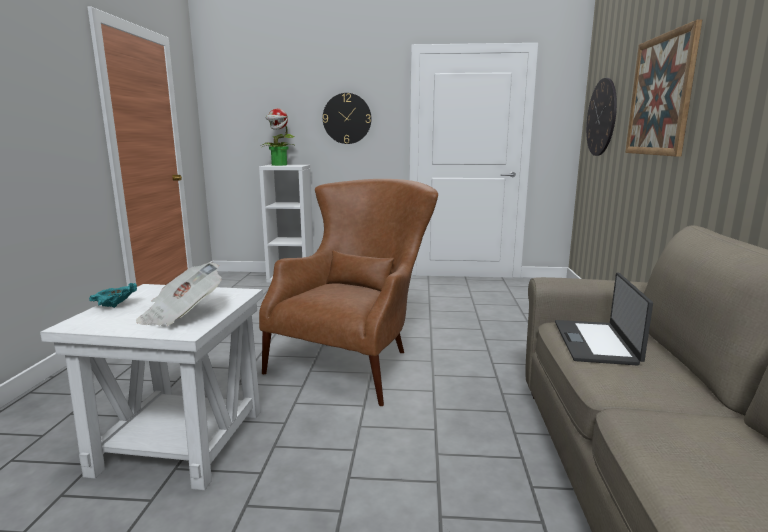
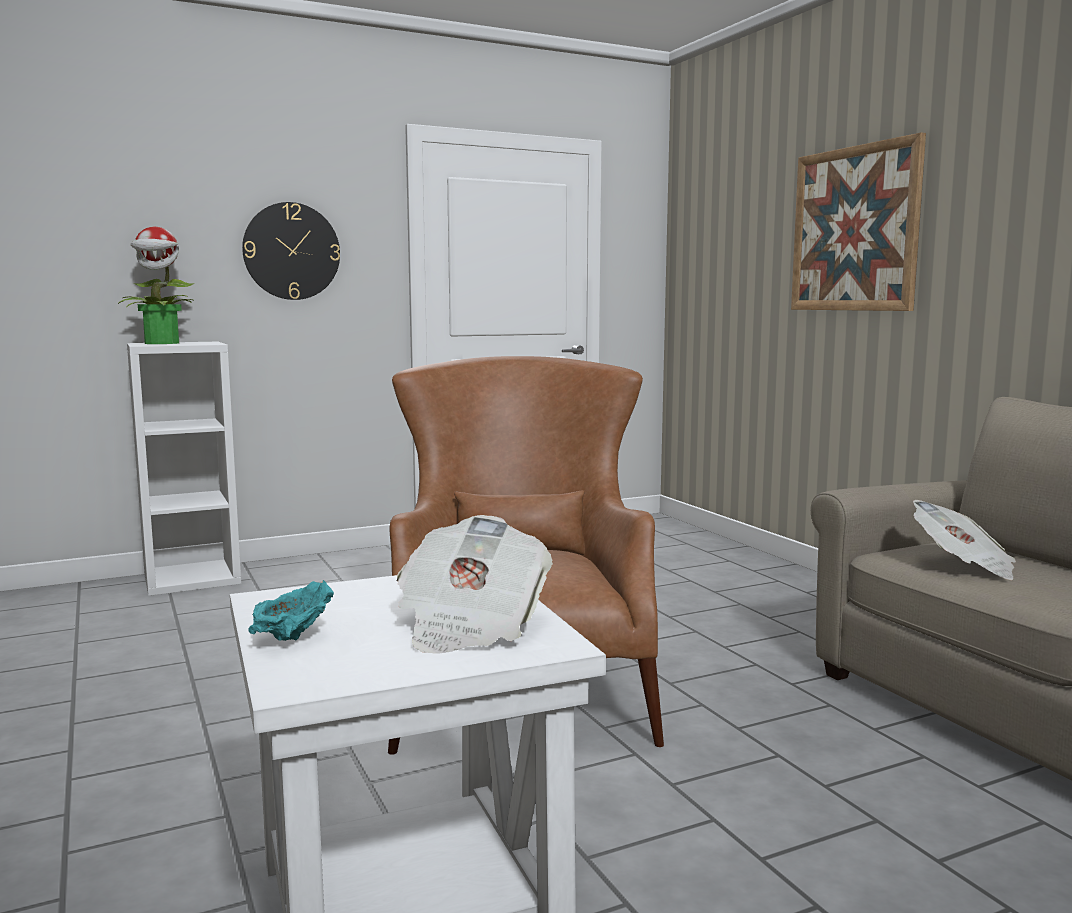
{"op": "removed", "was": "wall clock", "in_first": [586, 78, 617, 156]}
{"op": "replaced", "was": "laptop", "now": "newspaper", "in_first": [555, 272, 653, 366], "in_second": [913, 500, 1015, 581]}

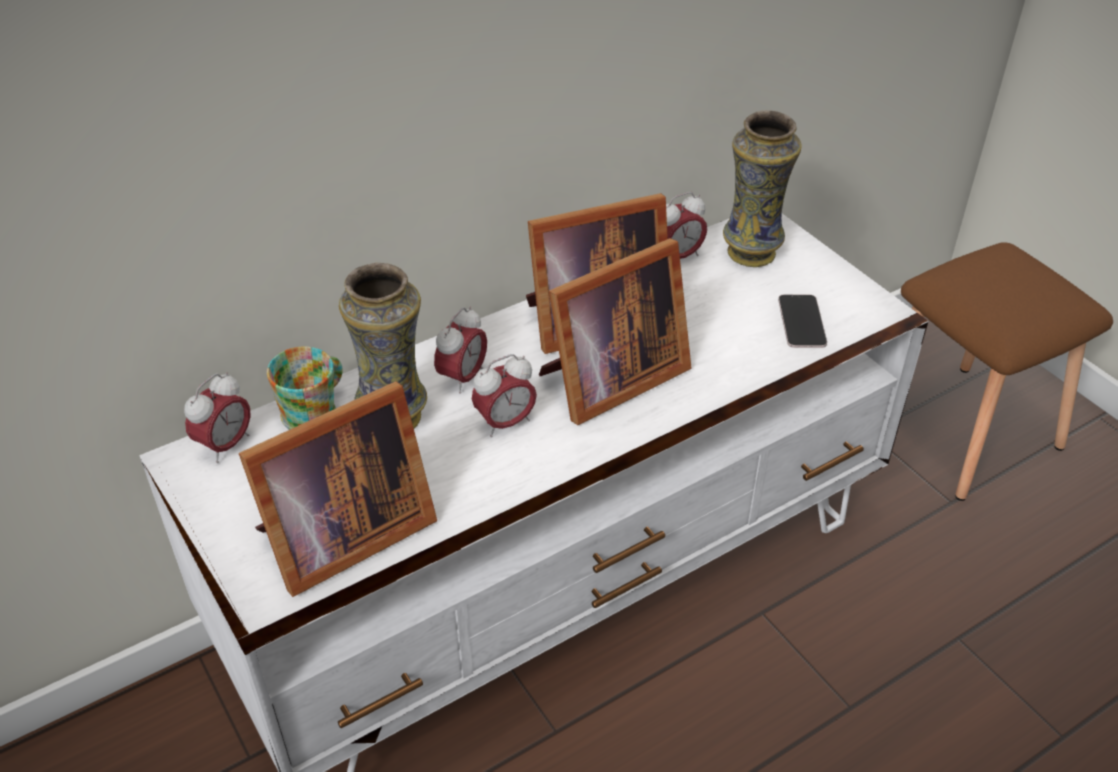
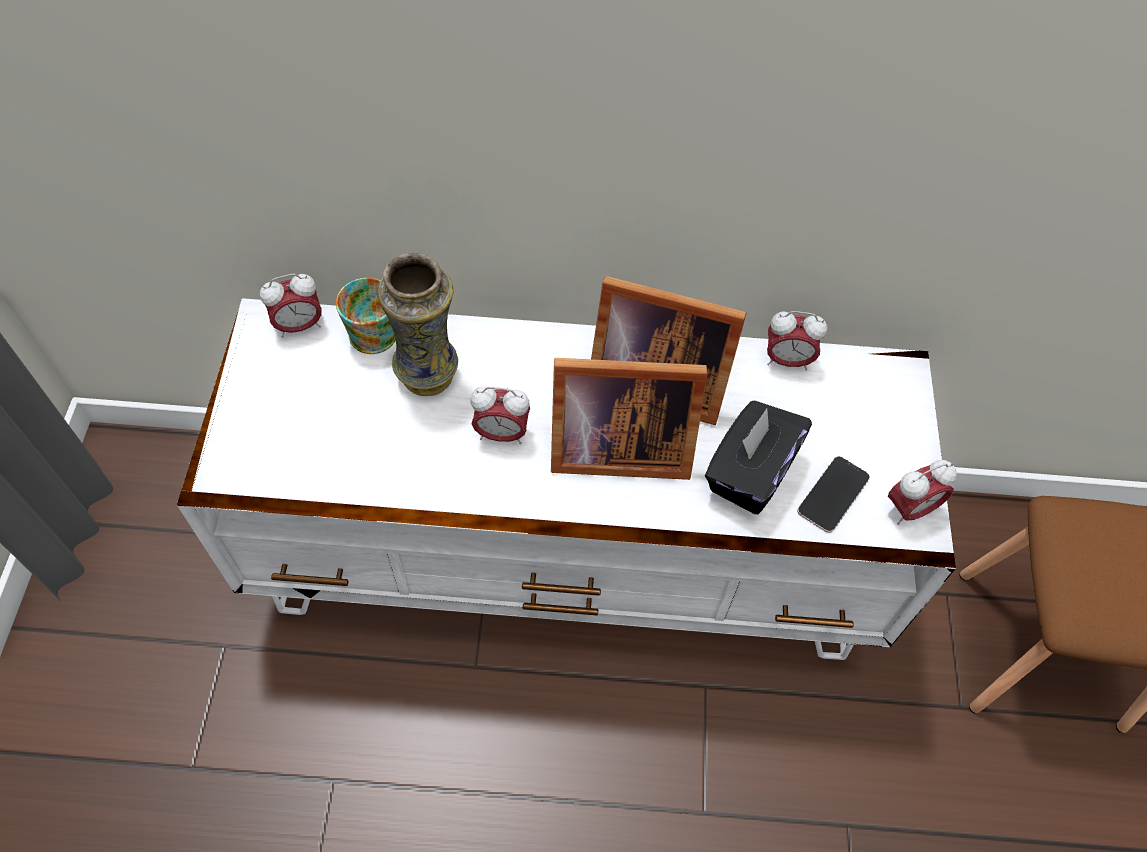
{"op": "removed", "was": "vase", "in_first": [723, 110, 802, 267]}
{"op": "moved", "was": "alarm clock", "in_first": [434, 307, 487, 394], "in_second": [888, 460, 957, 525]}
{"op": "removed", "was": "picture frame", "in_first": [239, 381, 437, 597]}
{"op": "added", "now": "tissue box (black)", "in_second": [705, 400, 812, 514]}

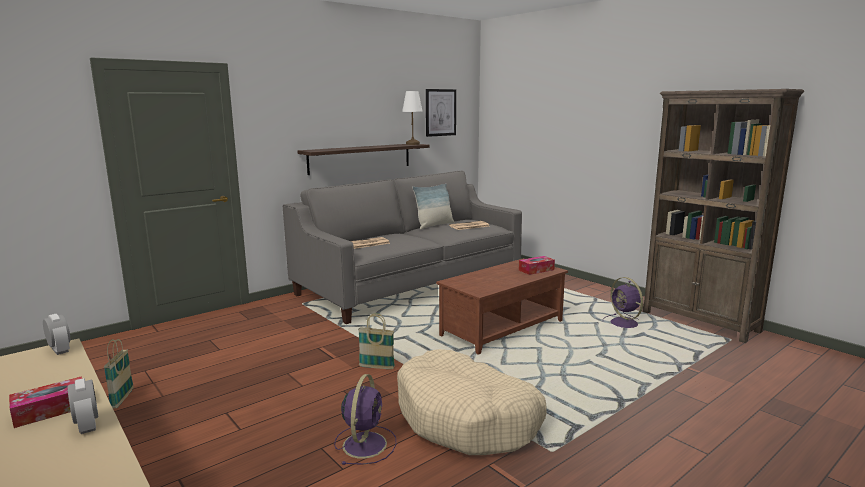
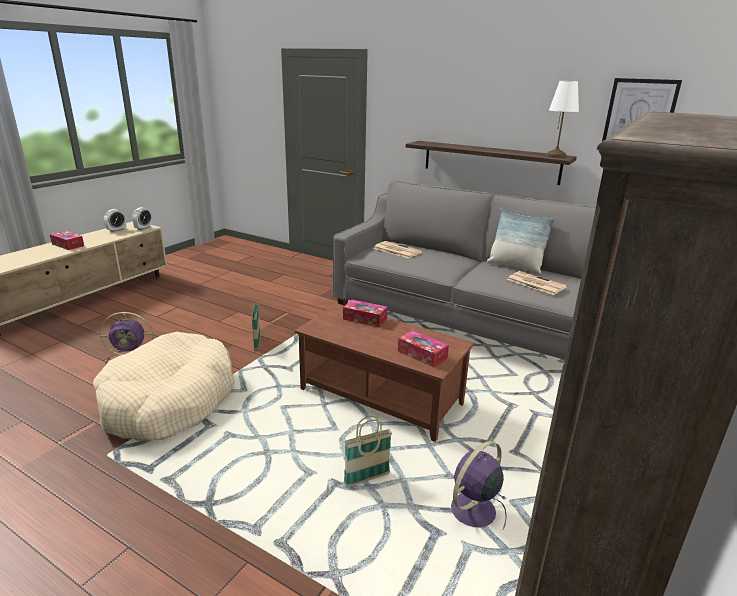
{"op": "moved", "was": "basket", "in_first": [104, 339, 134, 408], "in_second": [343, 416, 392, 488]}
{"op": "moved", "was": "alarm clock", "in_first": [68, 378, 98, 434], "in_second": [104, 209, 126, 232]}
{"op": "added", "now": "tissue box", "in_second": [343, 300, 388, 327]}

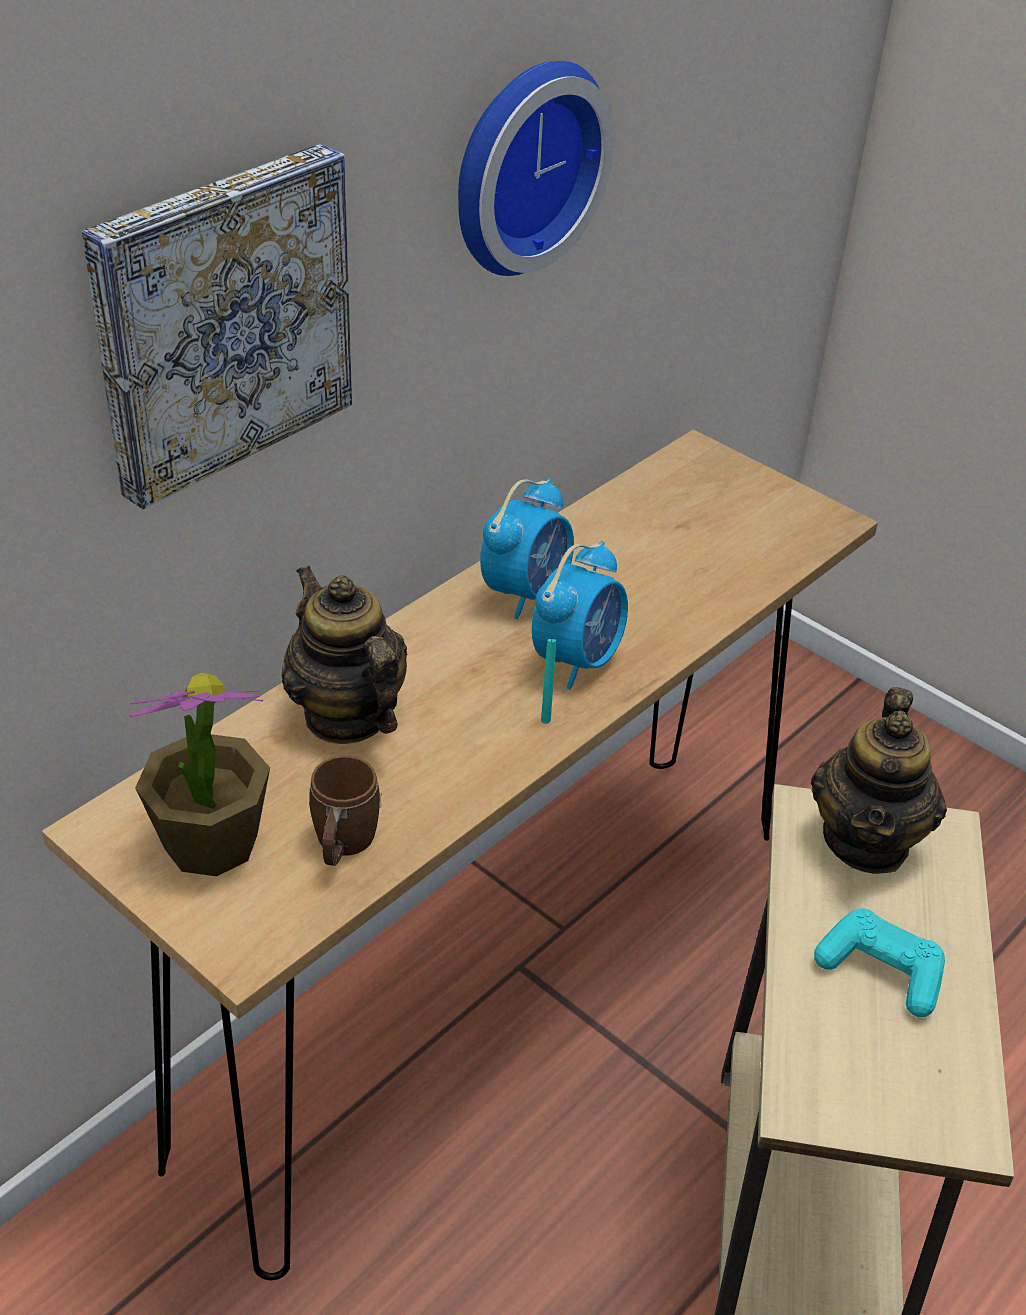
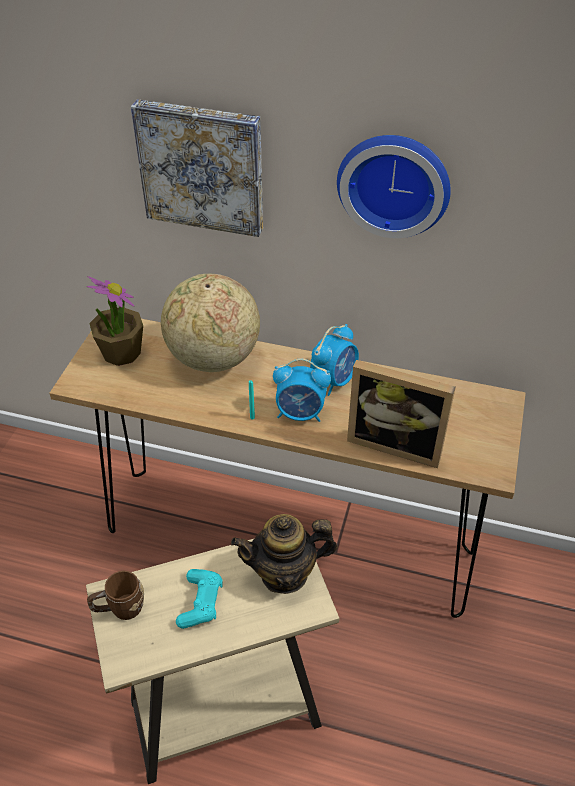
{"op": "turned", "was": "alarm clock", "in_first": [480, 478, 574, 620], "in_second": [310, 324, 359, 396], "clockwise": -60}
{"op": "replaced", "was": "teapot", "now": "globe", "in_first": [282, 565, 407, 744], "in_second": [161, 274, 260, 372]}
{"op": "moved", "was": "mug (brown)", "in_first": [309, 755, 382, 866], "in_second": [87, 571, 144, 620]}
{"op": "added", "now": "picture frame", "in_second": [347, 360, 456, 468]}

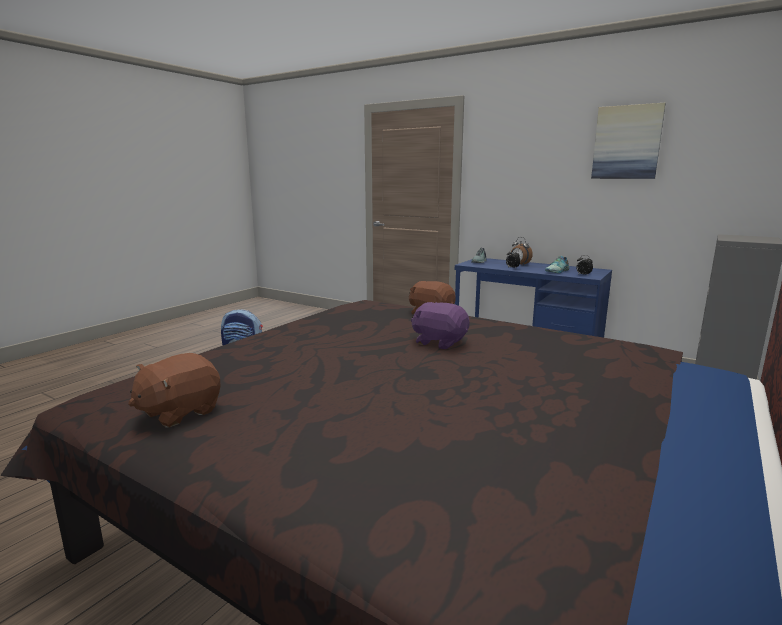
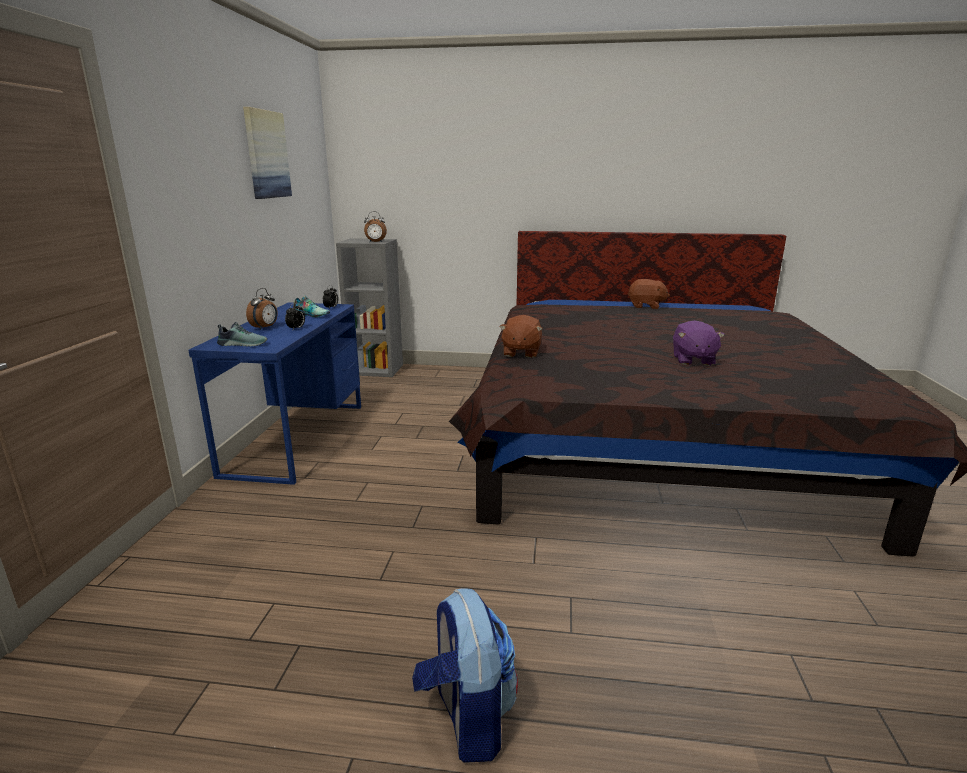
{"op": "moved", "was": "plush toy (purple)", "in_first": [411, 302, 470, 349], "in_second": [673, 320, 725, 366]}
{"op": "moved", "was": "plush toy (brown)", "in_first": [128, 353, 221, 427], "in_second": [628, 279, 670, 309]}
{"op": "added", "now": "alarm clock", "in_second": [364, 211, 387, 242]}

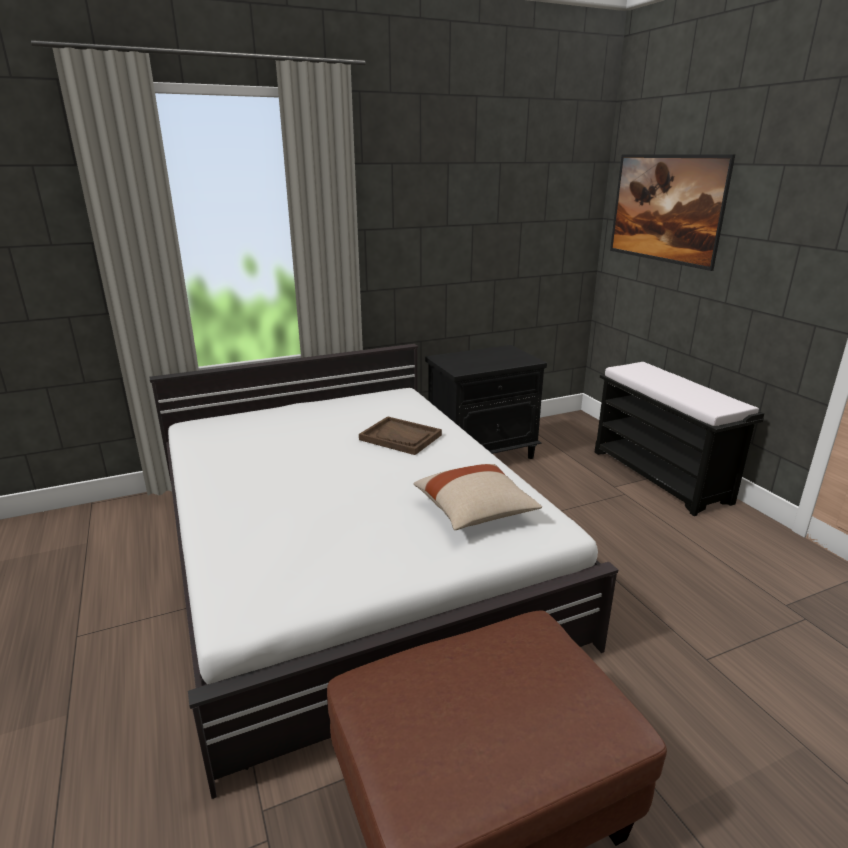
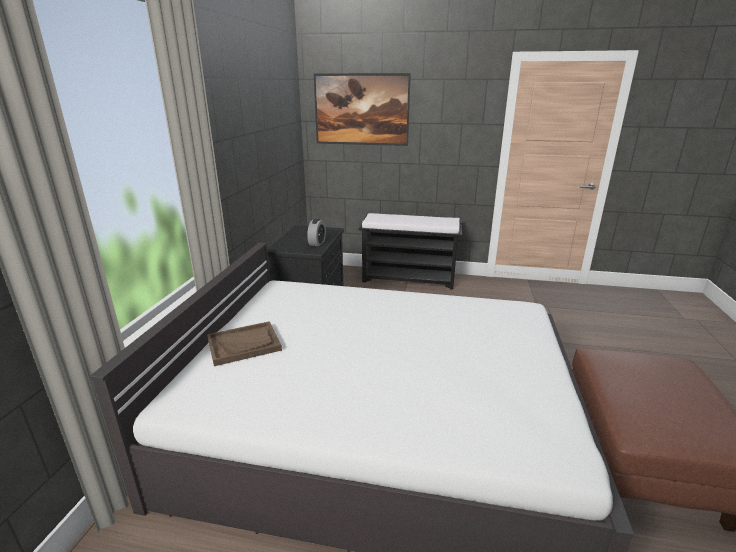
{"op": "moved", "was": "tray (brown)", "in_first": [359, 416, 442, 455], "in_second": [207, 321, 282, 366]}
{"op": "removed", "was": "pillow (beige)", "in_first": [413, 464, 542, 530]}
{"op": "added", "now": "alarm clock", "in_second": [307, 219, 326, 246]}

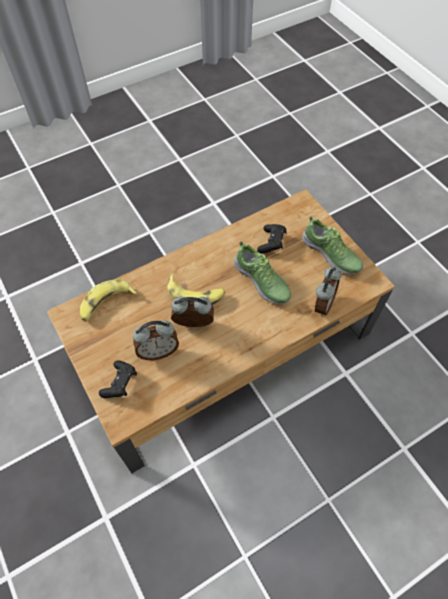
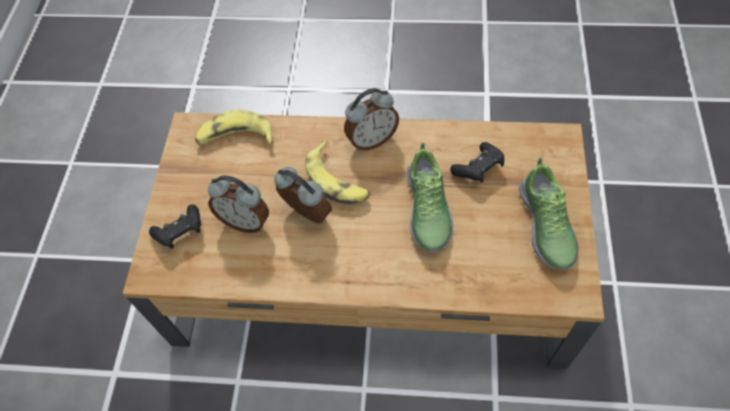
{"op": "moved", "was": "alarm clock", "in_first": [315, 267, 342, 316], "in_second": [344, 88, 399, 151]}

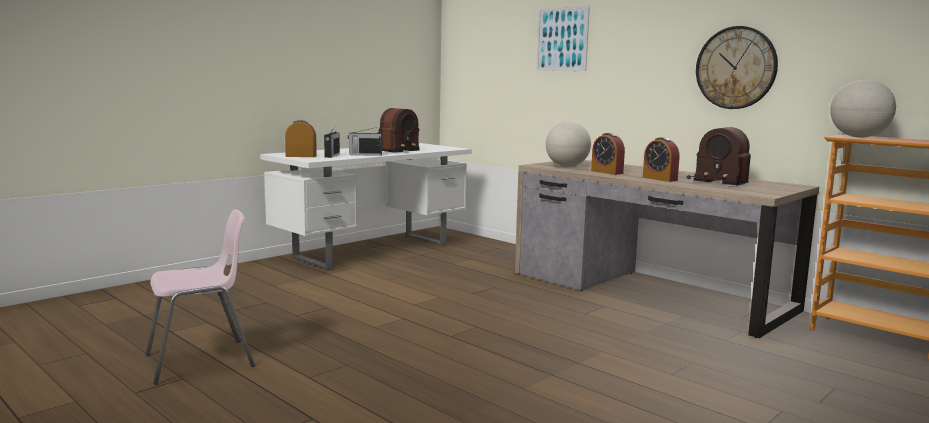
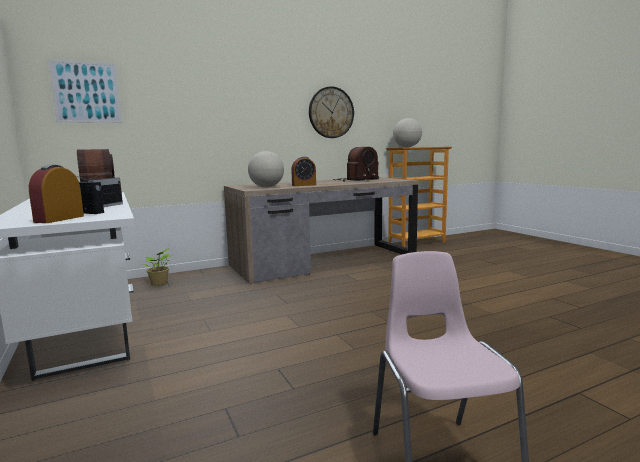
{"op": "moved", "was": "picture", "in_first": [536, 6, 590, 71], "in_second": [48, 59, 122, 123]}
{"op": "removed", "was": "alarm clock", "in_first": [643, 137, 680, 182]}
{"op": "added", "now": "potted plant", "in_second": [143, 248, 173, 286]}

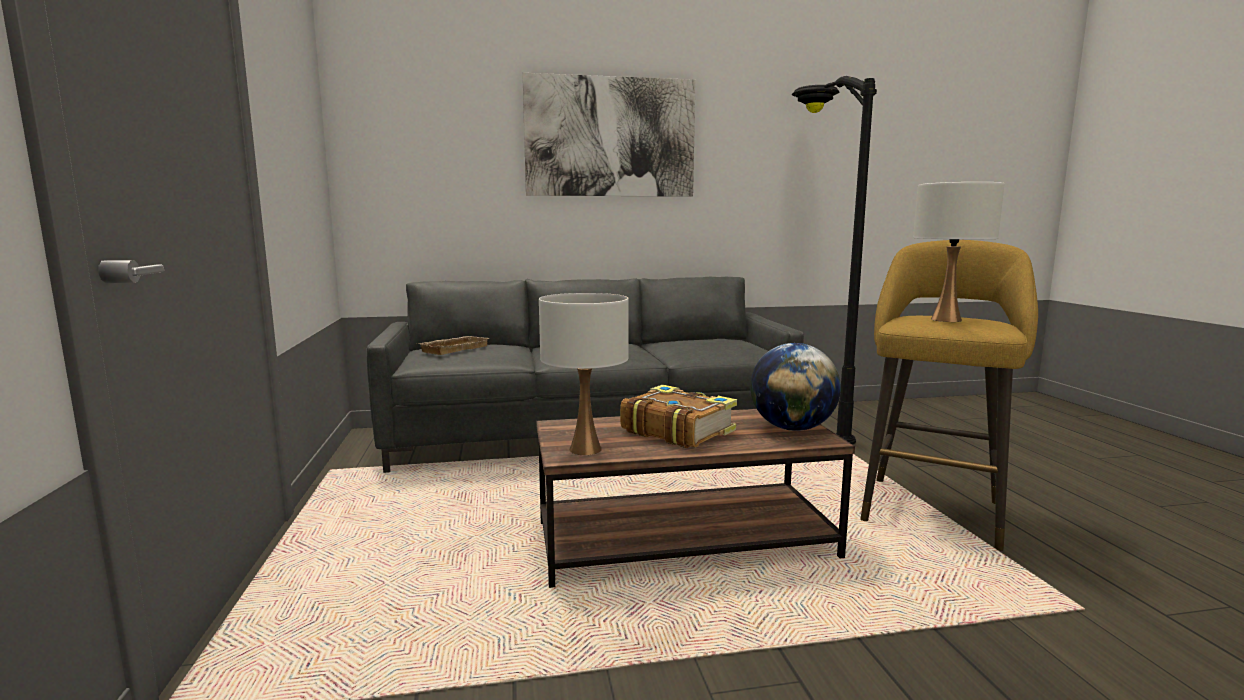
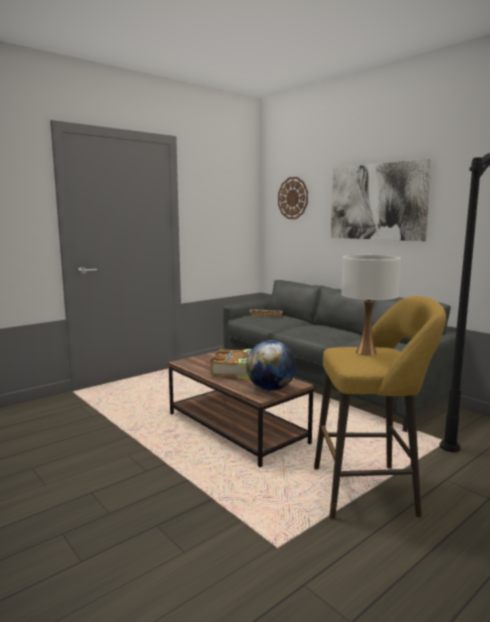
{"op": "removed", "was": "table lamp (white)", "in_first": [539, 293, 629, 455]}
{"op": "added", "now": "wall clock", "in_second": [278, 177, 308, 219]}

